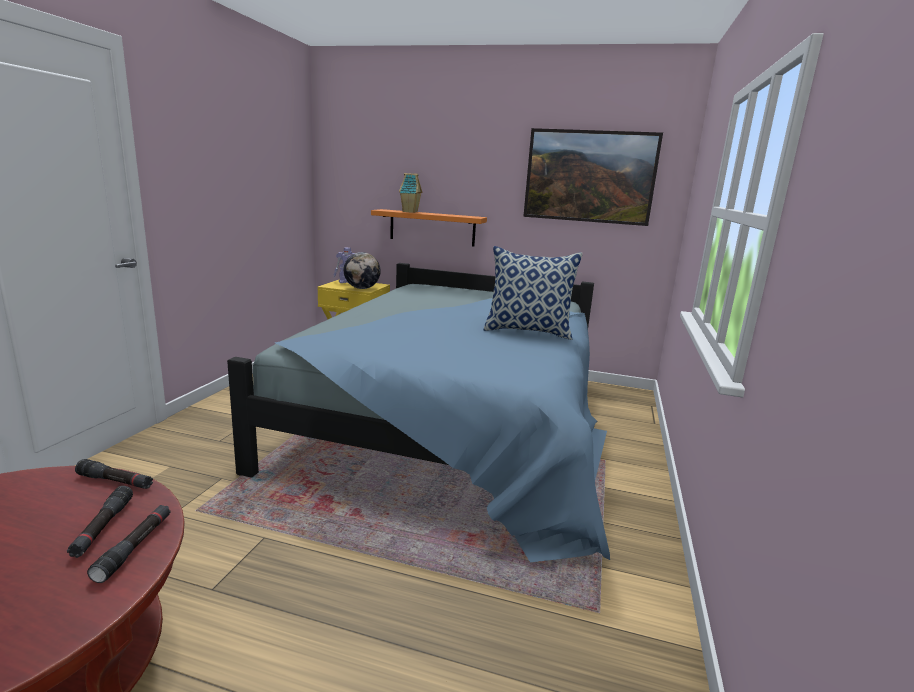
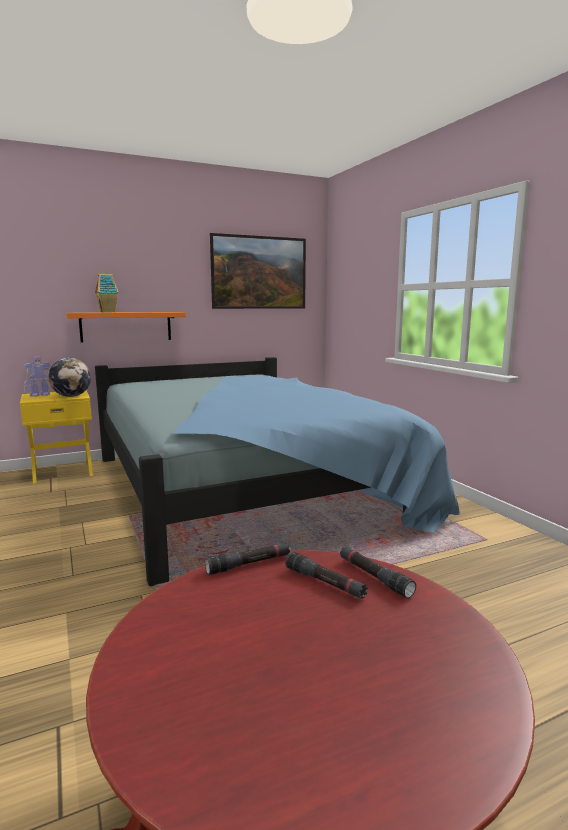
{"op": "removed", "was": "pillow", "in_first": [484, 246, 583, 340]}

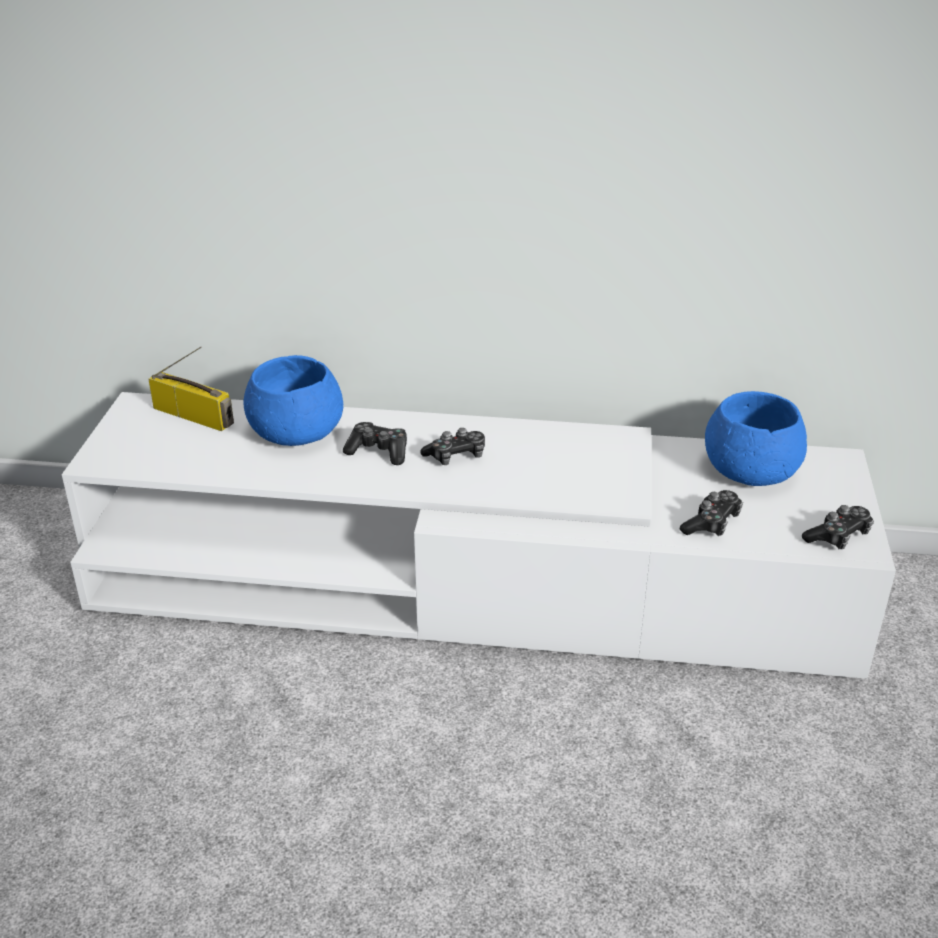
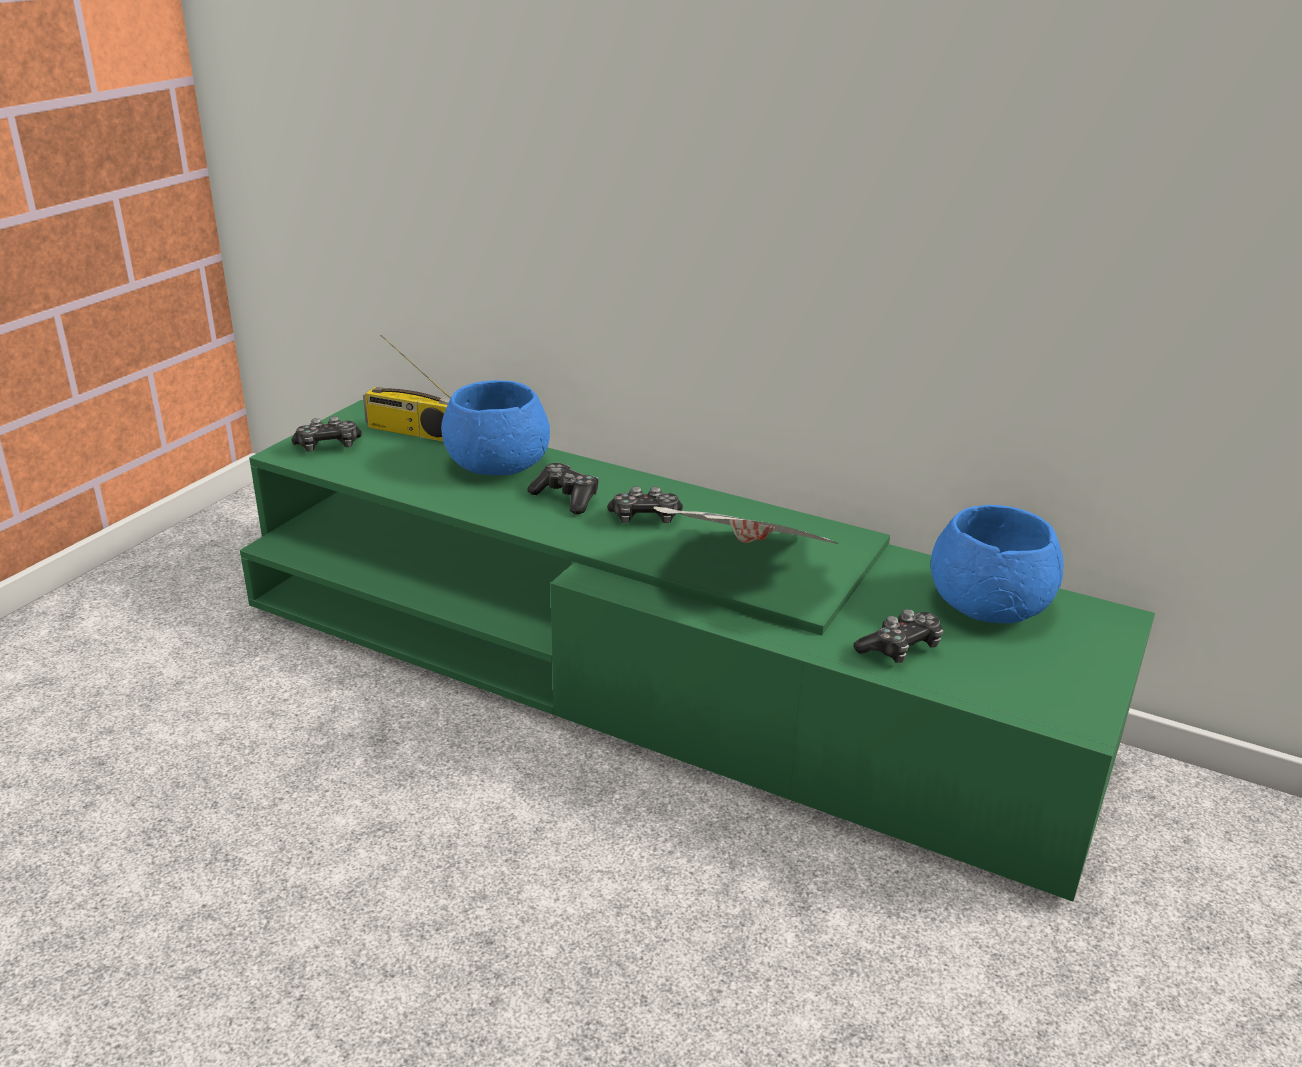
{"op": "turned", "was": "radio", "in_first": [148, 347, 234, 431], "in_second": [363, 335, 451, 441], "clockwise": 150}
{"op": "recoloured", "was": "tv stand (white)", "now": "tv stand (green)", "in_first": [62, 392, 896, 679], "in_second": [240, 400, 1155, 902]}
{"op": "moved", "was": "game controller", "in_first": [802, 505, 874, 549], "in_second": [291, 416, 362, 452]}
{"op": "added", "now": "newspaper", "in_second": [654, 507, 839, 544]}

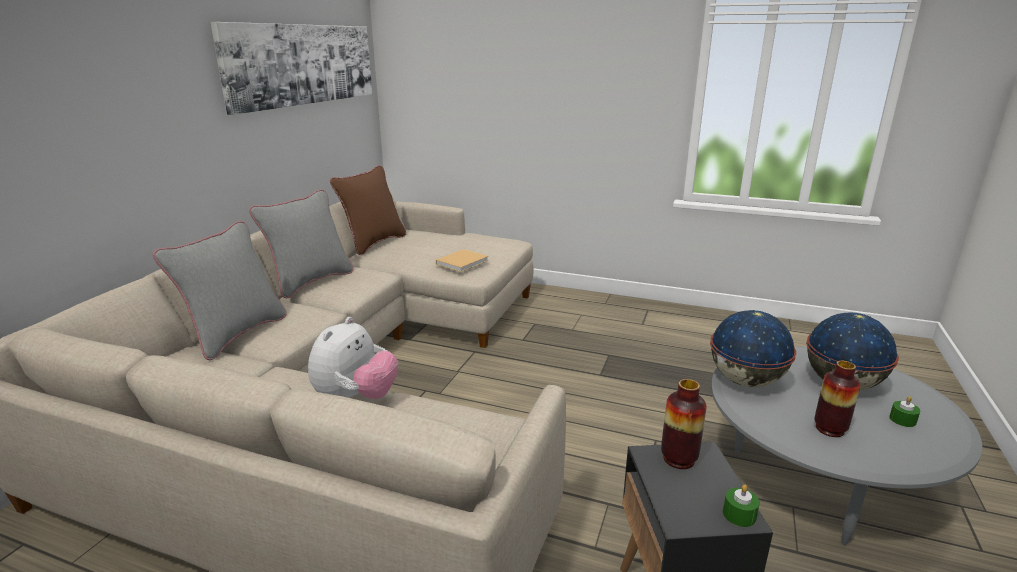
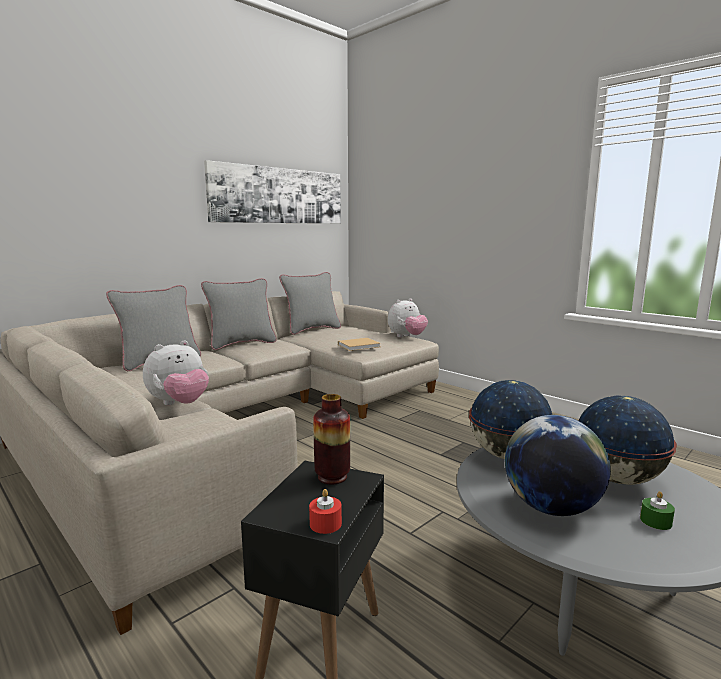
{"op": "recoloured", "was": "pillow (brown)", "now": "pillow (grey)", "in_first": [330, 166, 406, 255], "in_second": [279, 272, 341, 335]}
{"op": "replaced", "was": "vase", "now": "globe", "in_first": [814, 361, 861, 437], "in_second": [505, 415, 611, 516]}
{"op": "recoloured", "was": "candle (green)", "now": "candle (red)", "in_first": [723, 485, 760, 527], "in_second": [309, 489, 342, 534]}
{"op": "added", "now": "plush toy", "in_second": [388, 298, 428, 337]}

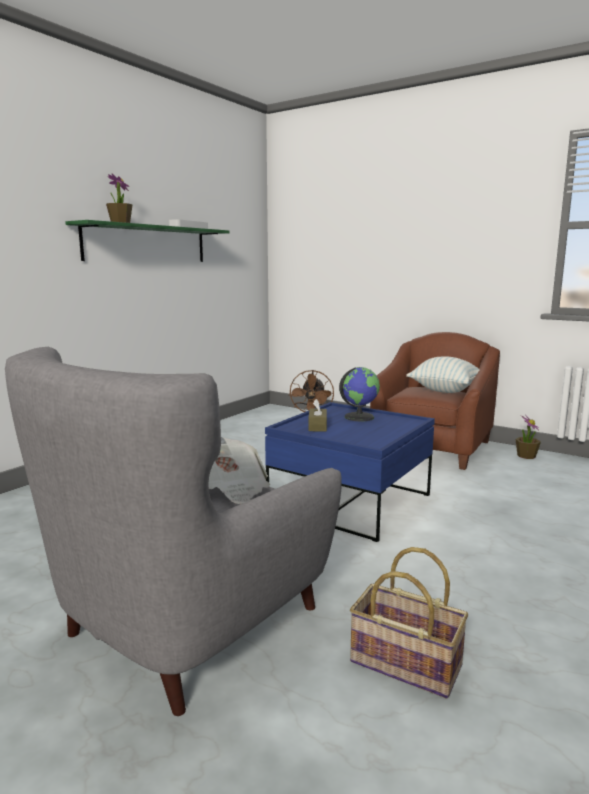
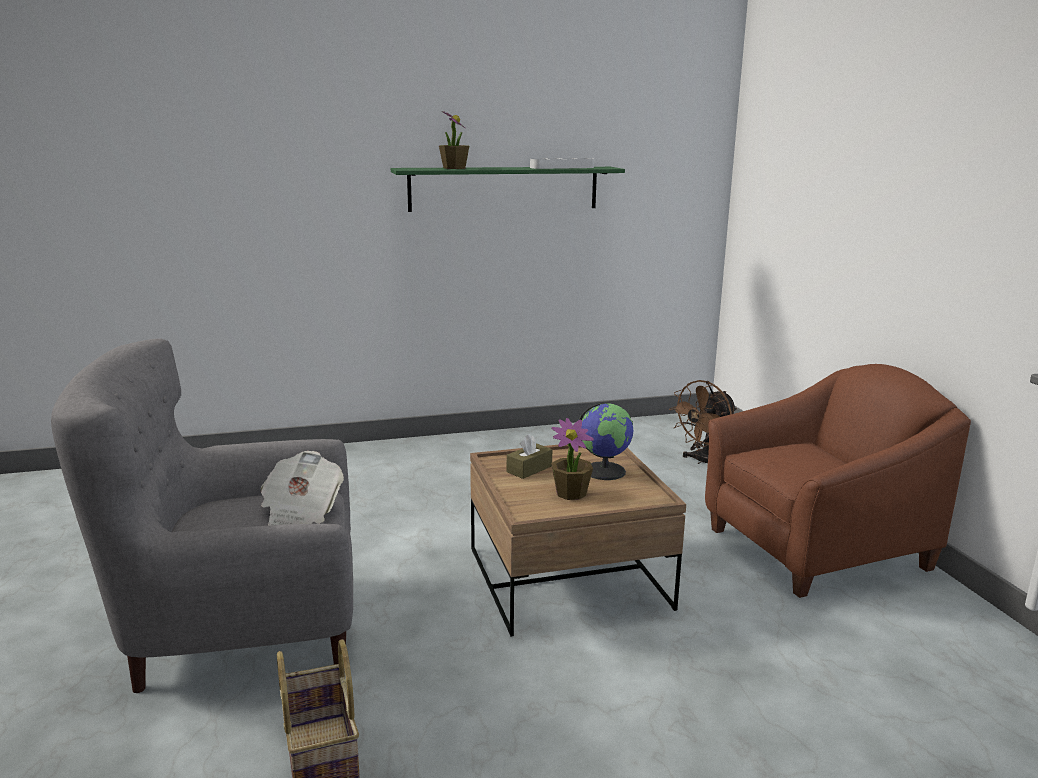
{"op": "removed", "was": "pillow", "in_first": [406, 356, 480, 393]}
{"op": "recoloured", "was": "coffee table (blue)", "now": "coffee table (brown)", "in_first": [265, 402, 435, 542], "in_second": [470, 444, 686, 636]}
{"op": "moved", "was": "potted plant", "in_first": [515, 415, 541, 459], "in_second": [551, 418, 594, 500]}

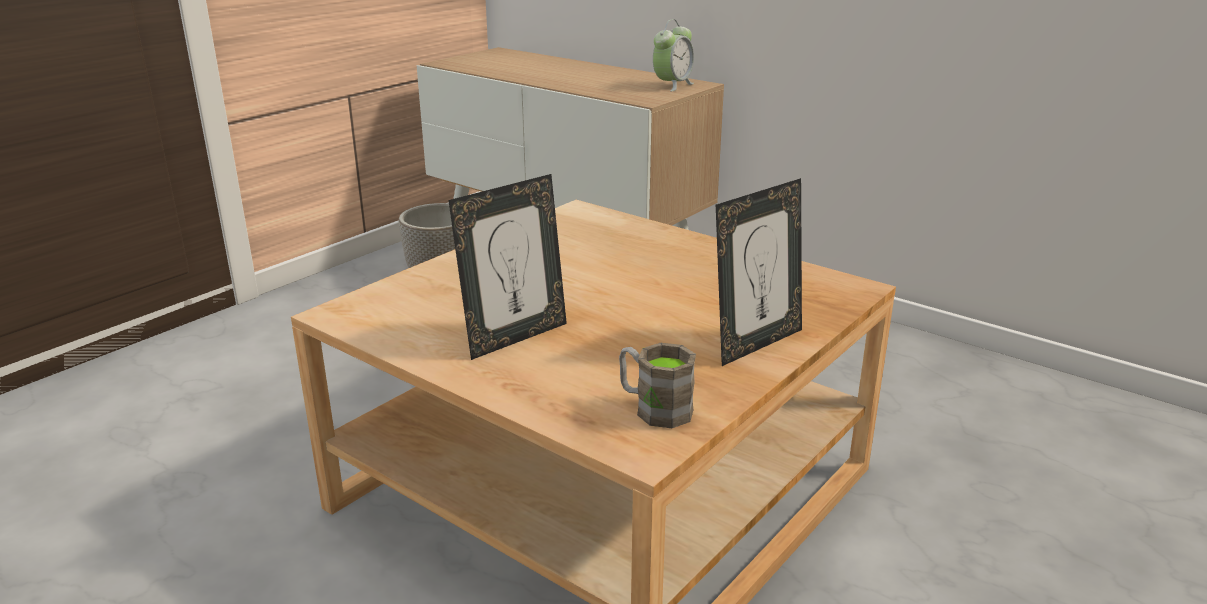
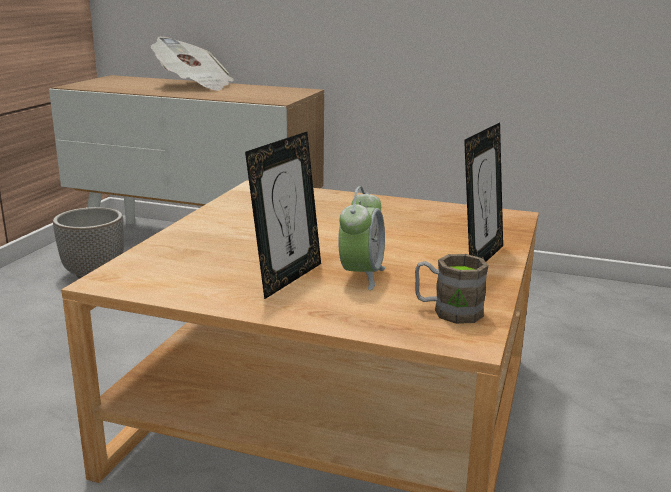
{"op": "moved", "was": "alarm clock", "in_first": [653, 19, 694, 91], "in_second": [338, 186, 385, 290]}
{"op": "added", "now": "newspaper", "in_second": [151, 37, 234, 91]}

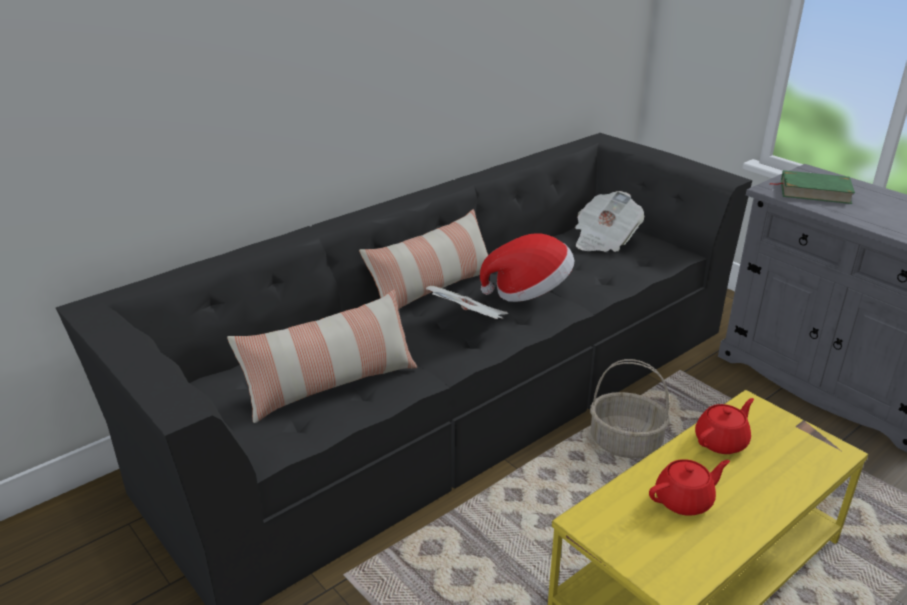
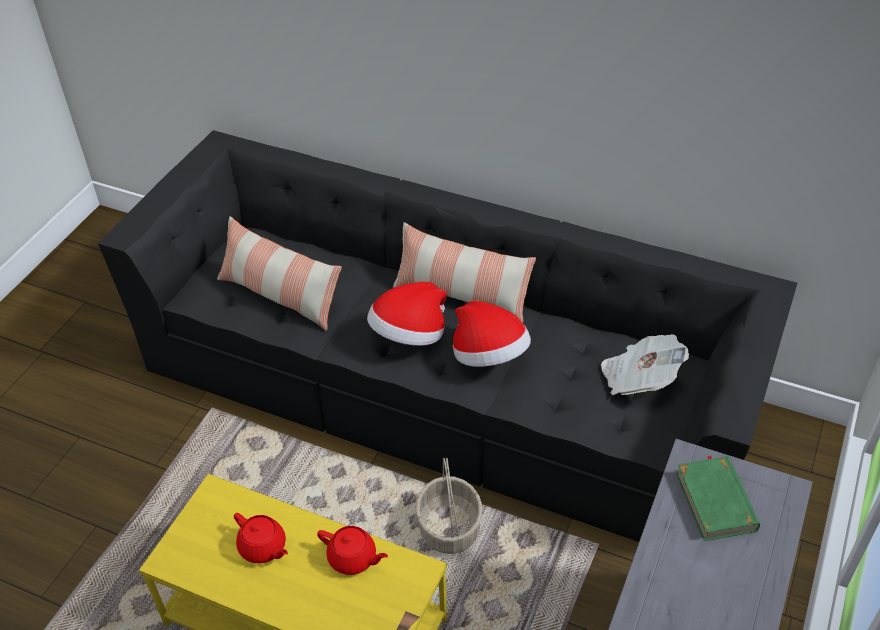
{"op": "replaced", "was": "newspaper", "now": "hat", "in_first": [426, 286, 508, 319], "in_second": [367, 282, 447, 346]}

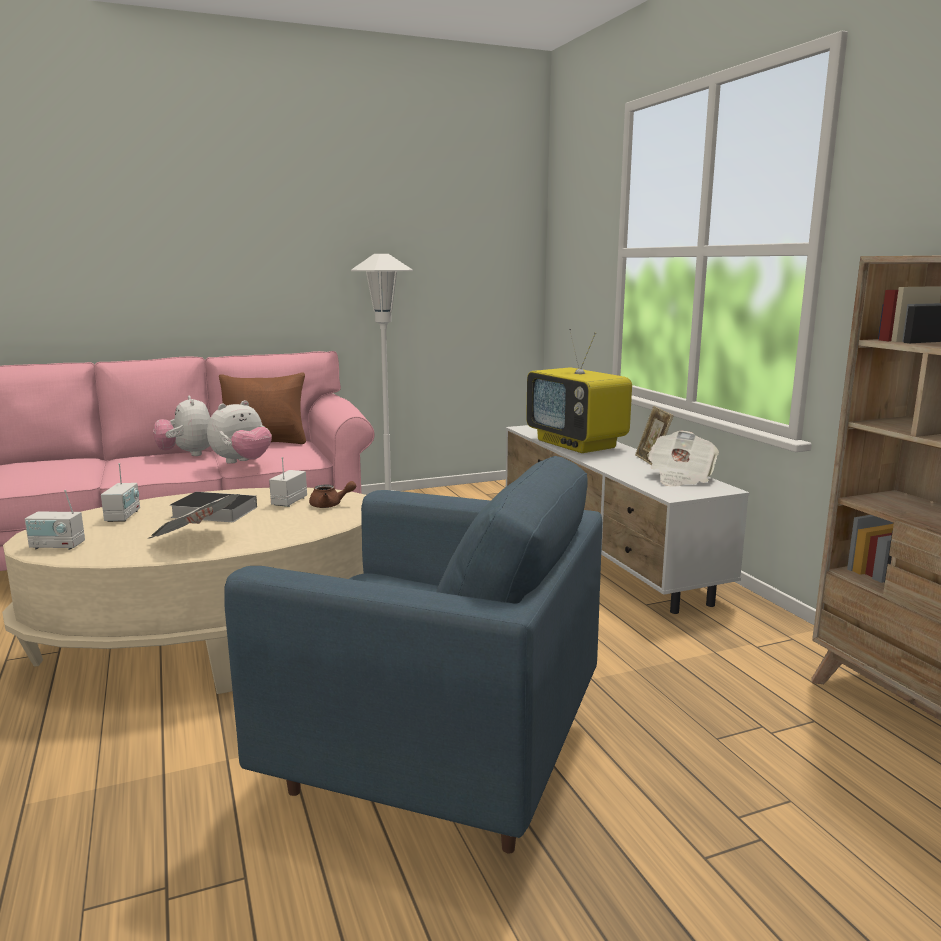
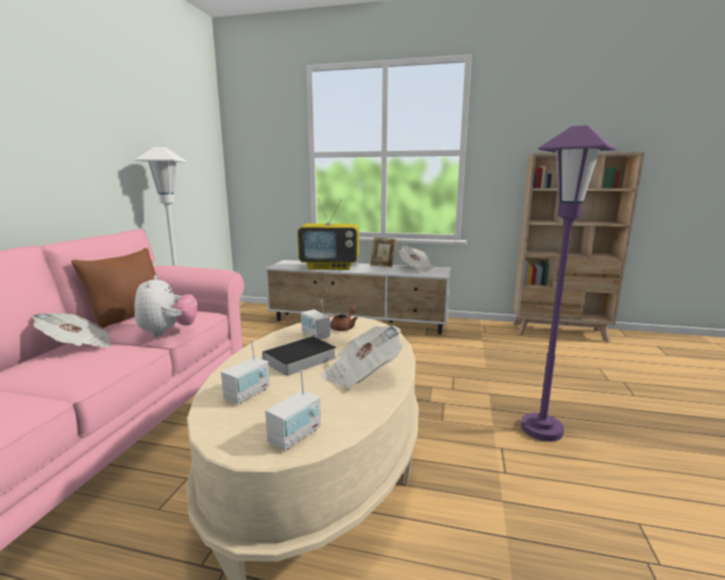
{"op": "replaced", "was": "plush toy", "now": "newspaper", "in_first": [153, 396, 210, 456], "in_second": [32, 313, 111, 347]}
{"op": "replaced", "was": "armchair (blue)", "now": "floor lamp (purple)", "in_first": [224, 456, 602, 854], "in_second": [521, 125, 617, 441]}
{"op": "turned", "was": "radio", "in_first": [101, 463, 140, 522], "in_second": [221, 339, 270, 404], "clockwise": 90}

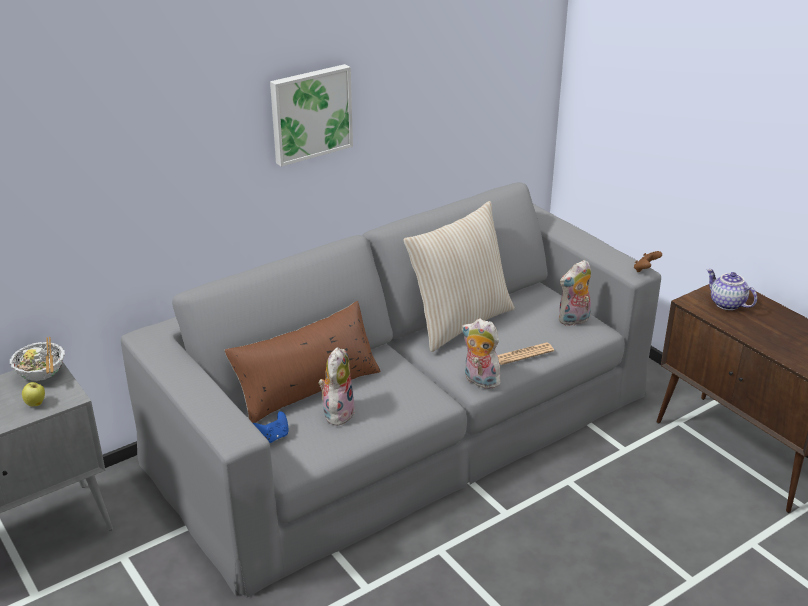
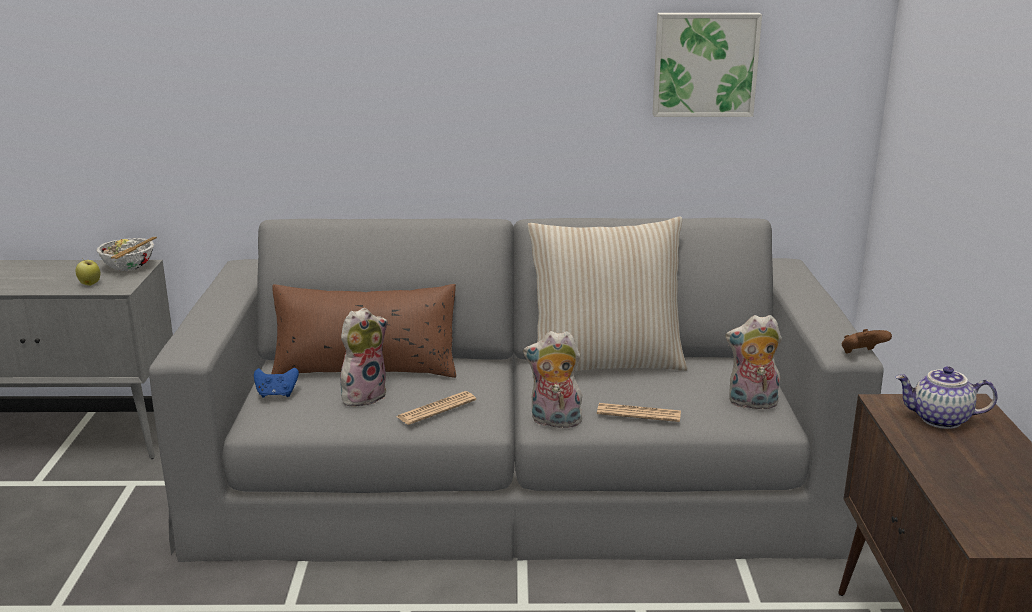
{"op": "moved", "was": "picture", "in_first": [270, 64, 353, 167], "in_second": [652, 13, 762, 117]}
{"op": "turned", "was": "teapot", "in_first": [707, 269, 757, 310], "in_second": [895, 366, 997, 429], "clockwise": -75}
{"op": "turned", "was": "plush toy", "in_first": [462, 319, 505, 389], "in_second": [523, 331, 582, 428], "clockwise": -60}
{"op": "added", "now": "newspaper", "in_second": [396, 391, 476, 425]}

